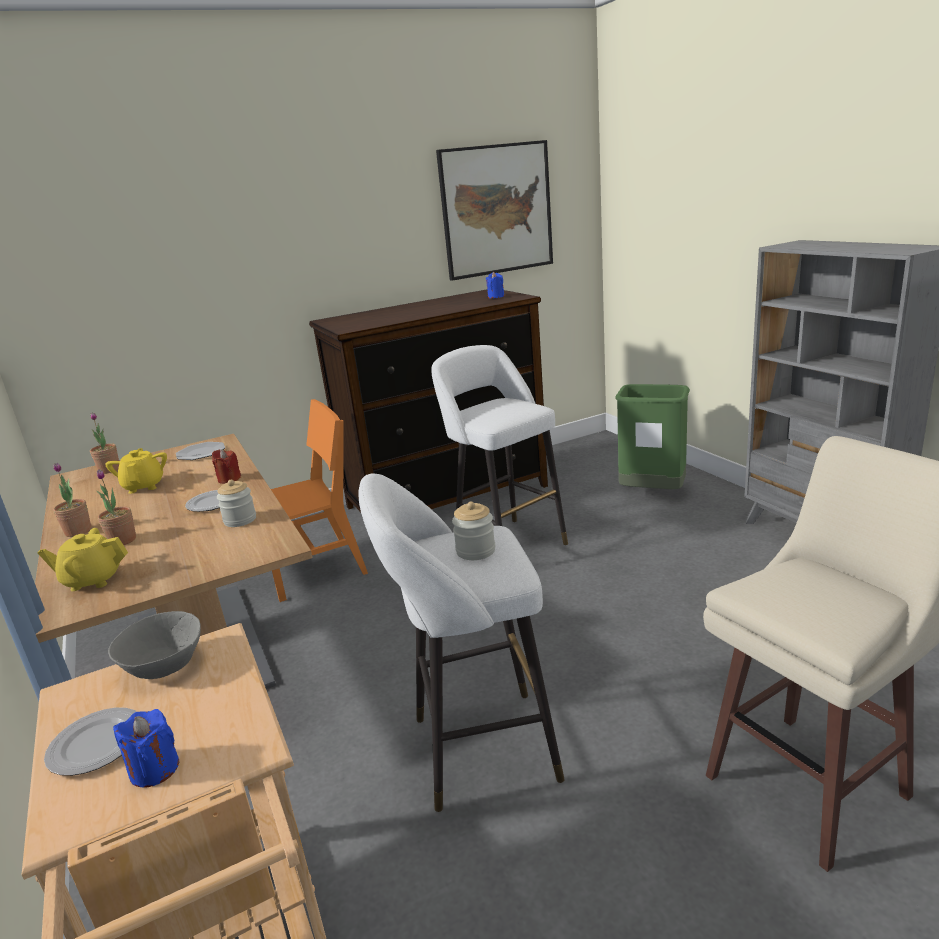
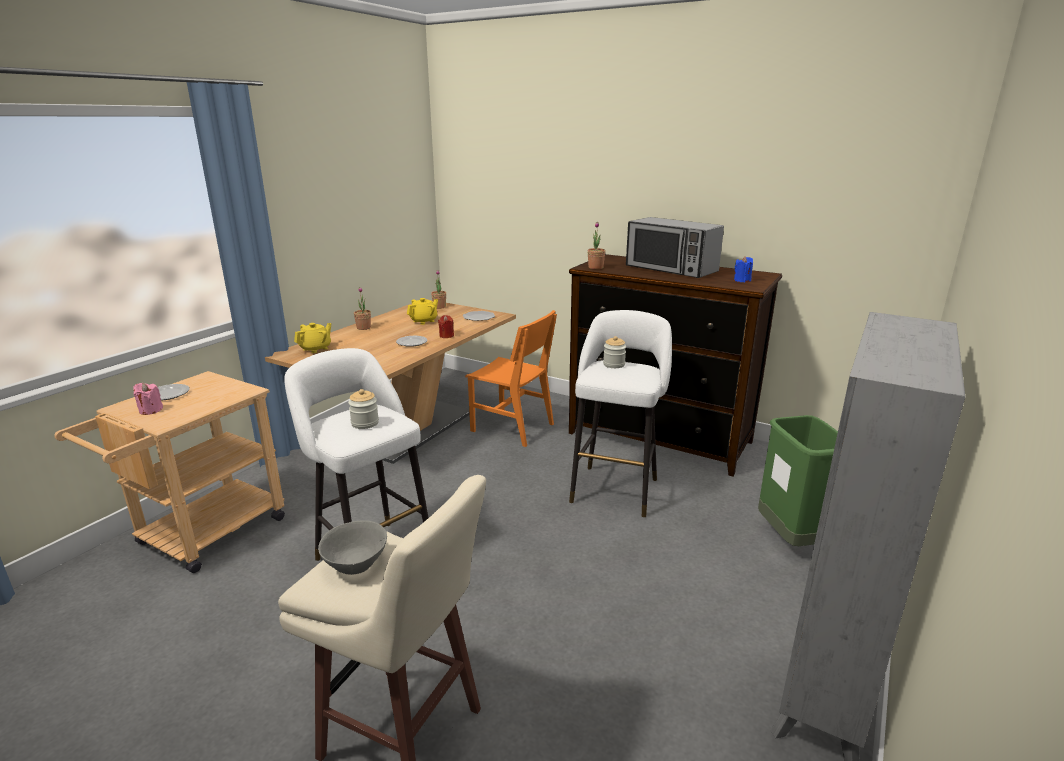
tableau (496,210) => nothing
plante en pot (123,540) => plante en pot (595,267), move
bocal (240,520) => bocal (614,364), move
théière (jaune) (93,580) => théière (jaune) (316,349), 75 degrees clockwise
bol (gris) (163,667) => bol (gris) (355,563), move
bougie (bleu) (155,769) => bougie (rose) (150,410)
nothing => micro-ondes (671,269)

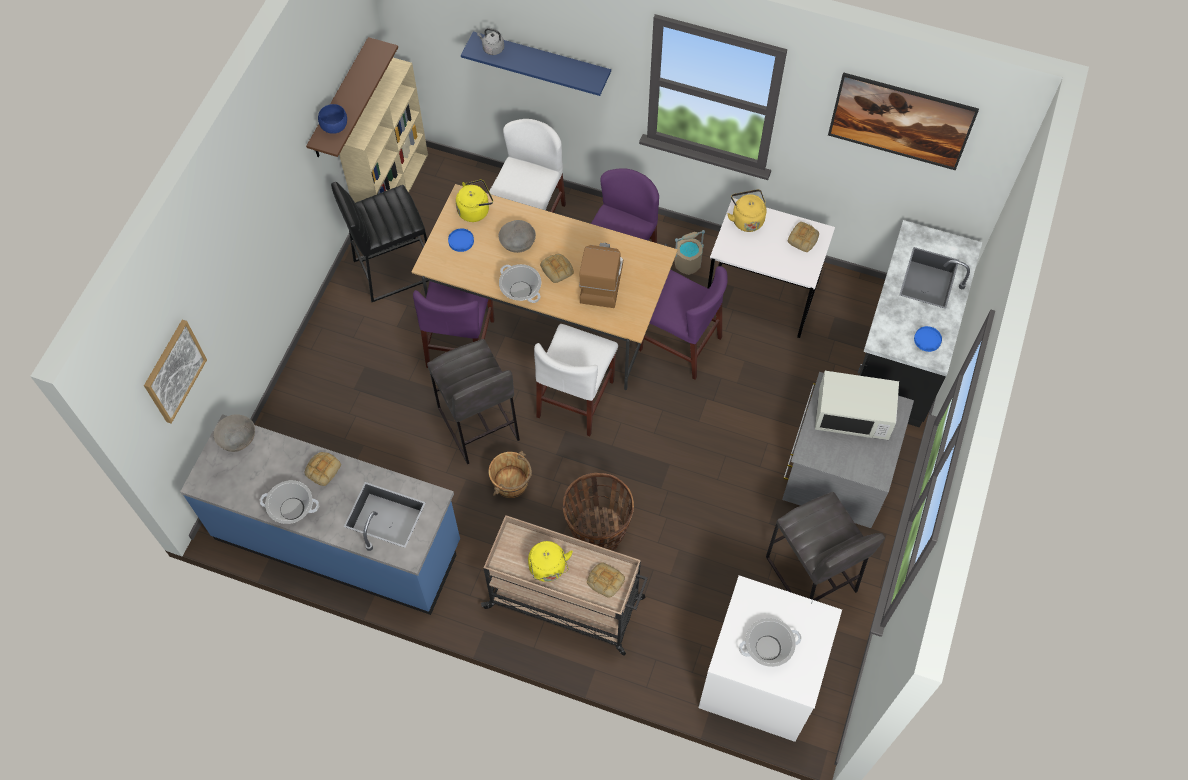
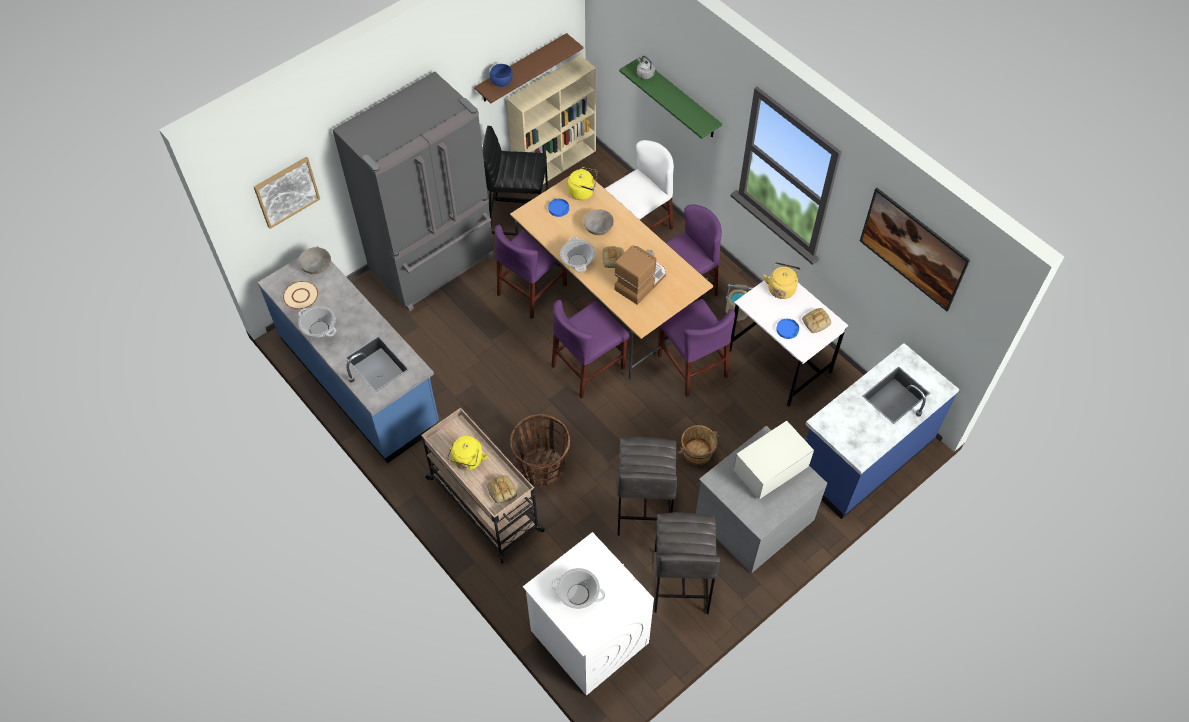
étagère (bleu) (542,61) => étagère (vert) (679,99)
comptoir de cuisine (noir) (900,354) => comptoir de cuisine (bleu) (862,457)
chaise (blanc) (575,398) => chaise (violet) (588,367)
assiette (bleu) (927,340) => assiette (bleu) (787,329), move
tabouret (gris) (477,425) => tabouret (gris) (643,508), move
micro-ondes (blanc) (853,415) => micro-ondes (blanc) (770,470), 105 degrees clockwise
seau (marron) (511,483) => seau (marron) (697,453), move
pain (323,469) => nothing
nothing => réfrigérateur (gris) (435,264)
nothing => assiette (beige) (300,296)

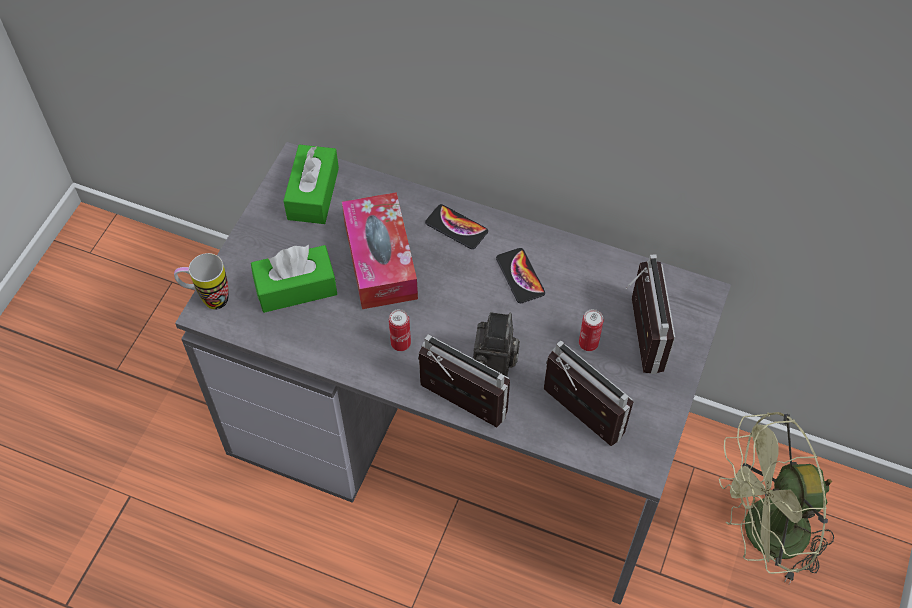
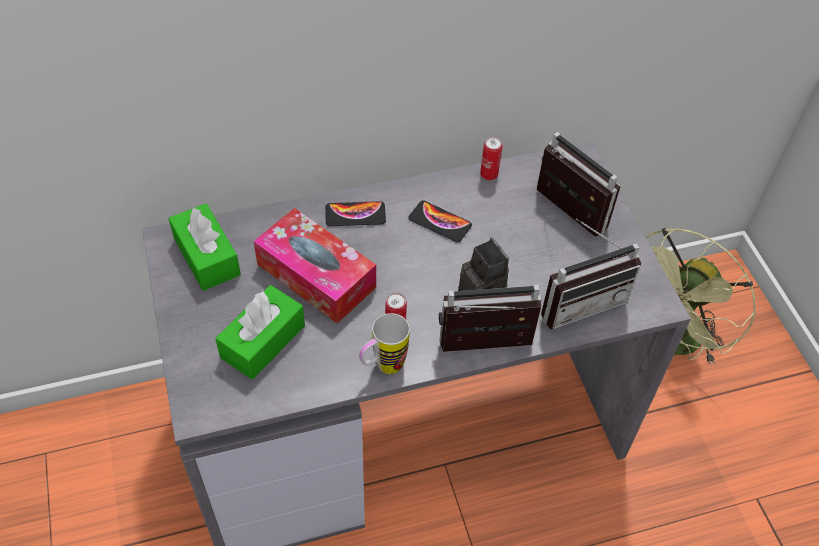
mug (207,299) => mug (382,367), move
boîte métallique (588,343) => boîte métallique (489,175), move
radio (574,418) => radio (579,300), 150 degrees clockwise

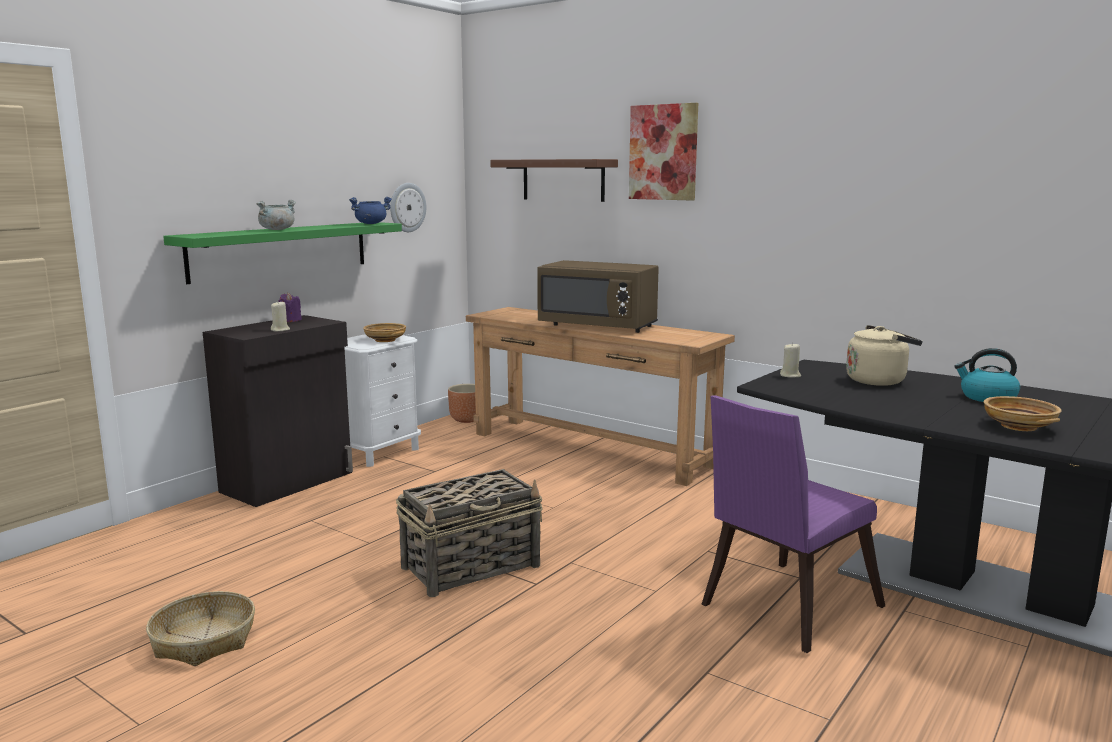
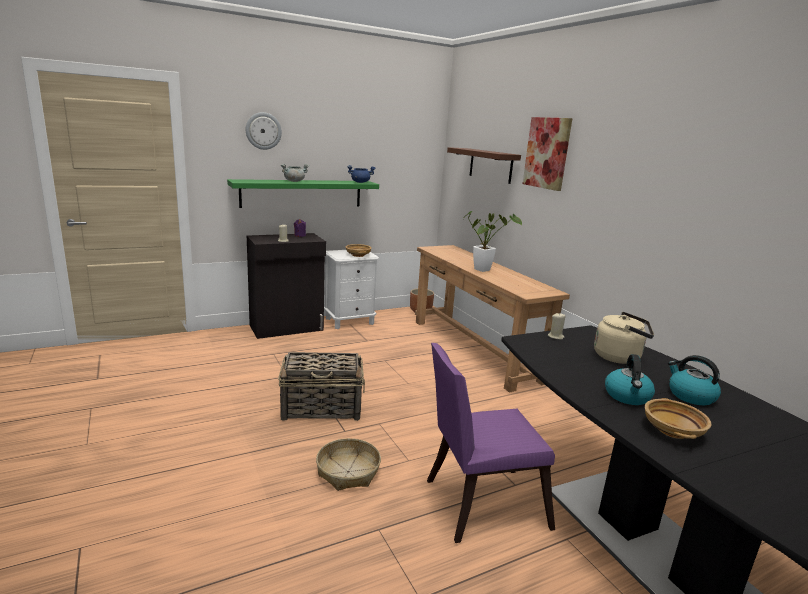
horloge murale (407,207) => horloge murale (263,131), move
micro-ondes (marron) (598,326) => plante en pot (484,269)
panier (203,640) => panier (348,471), move
nothing => bouilloire (627,396)

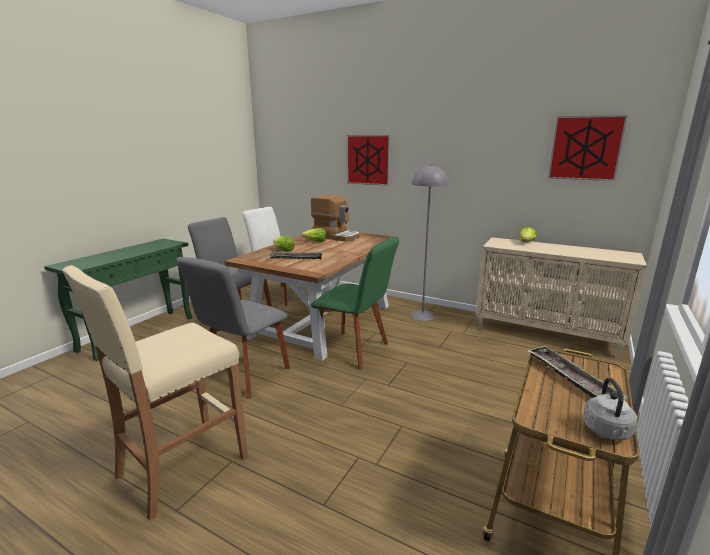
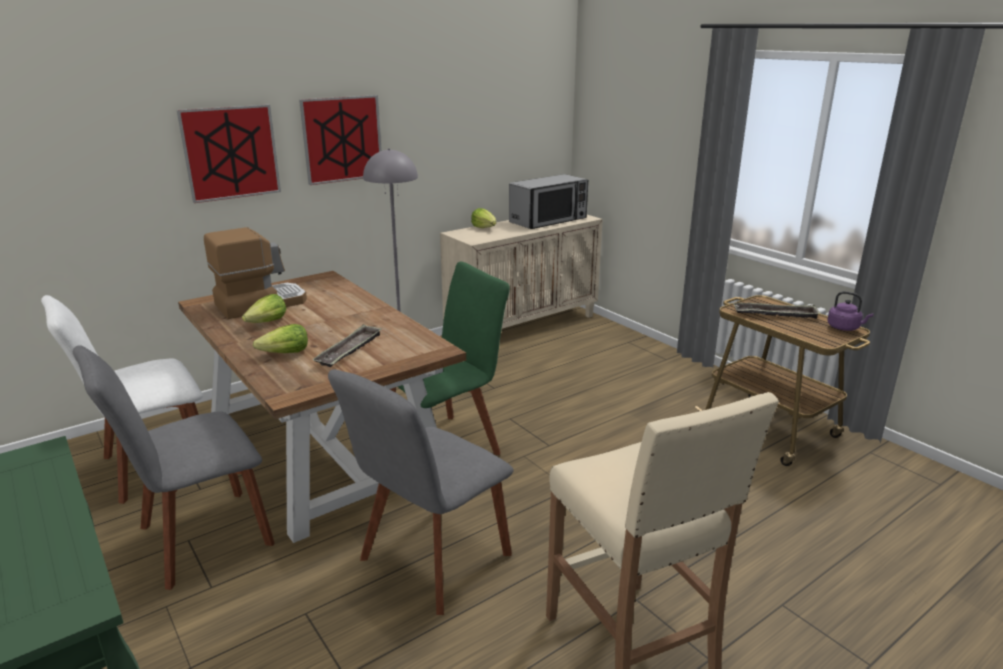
tableau (585,148) => tableau (342,139), move
chaise (gris) (243,375) => chaise (gris) (430,561), 75 degrees clockwise
bouilloire (gris) (607,432) => bouilloire (violet) (845,328)
nothing => micro-ondes (548,221)

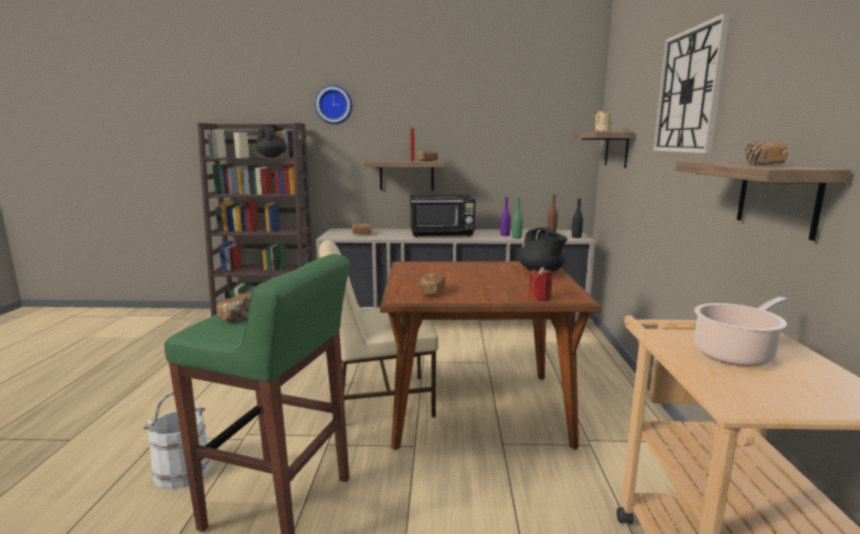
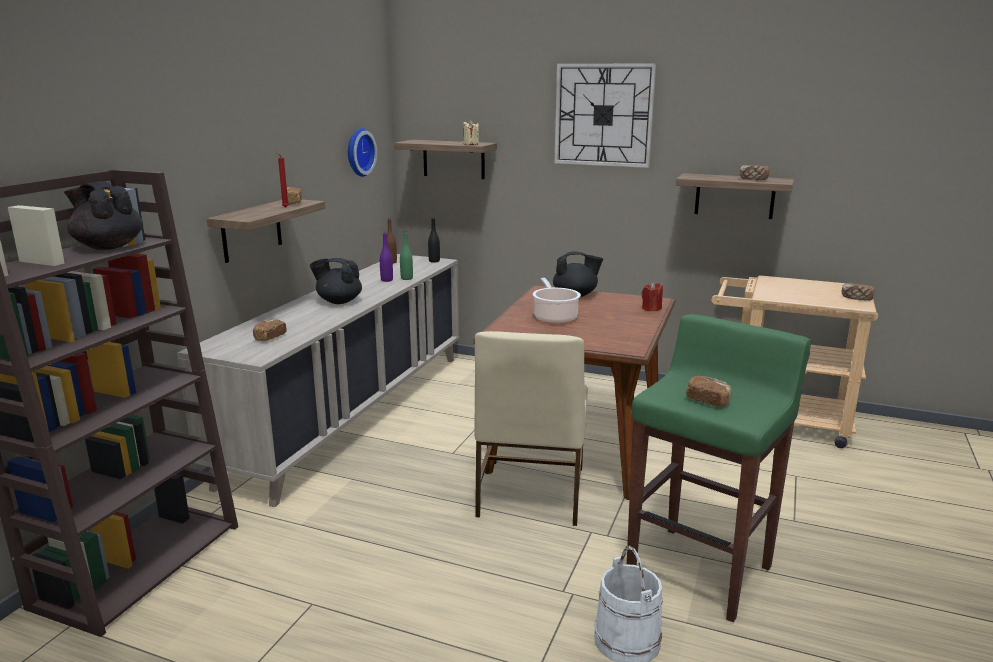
horloge murale (334,105) => horloge murale (358,152), move
micro-ondes (noir) (442,234) => théière (noir) (338,301)
pain (431,292) => pain (856,298), move
marmite (735,353) => marmite (554,317), move

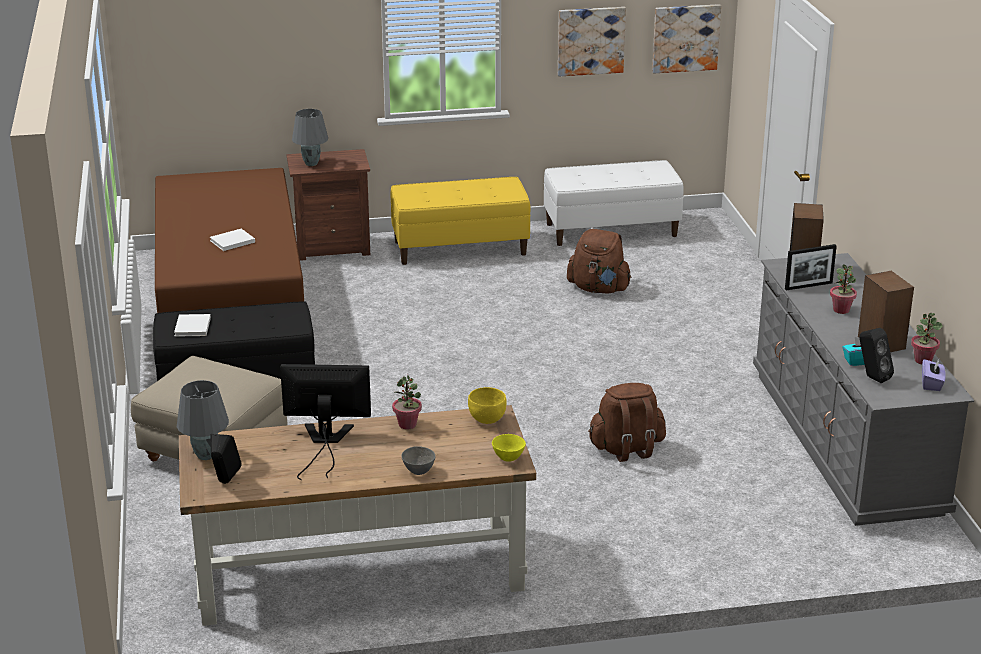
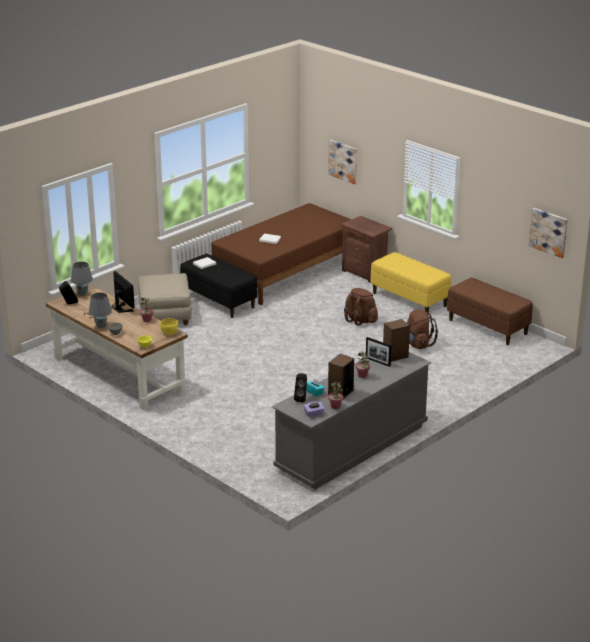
tableau (590,40) => tableau (343,161), move
lampe de table (gris) (311,163) => lampe de table (gris) (101,326), move
banc (blanc) (611,230) => banc (marron) (488,327)
sac à dos (marron) (627,449) => sac à dos (marron) (360,320), move

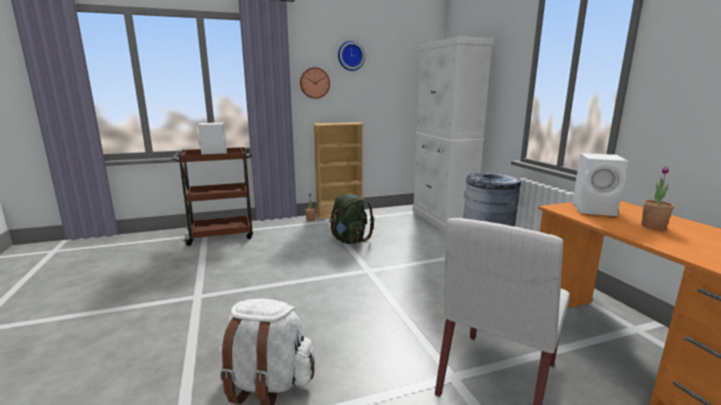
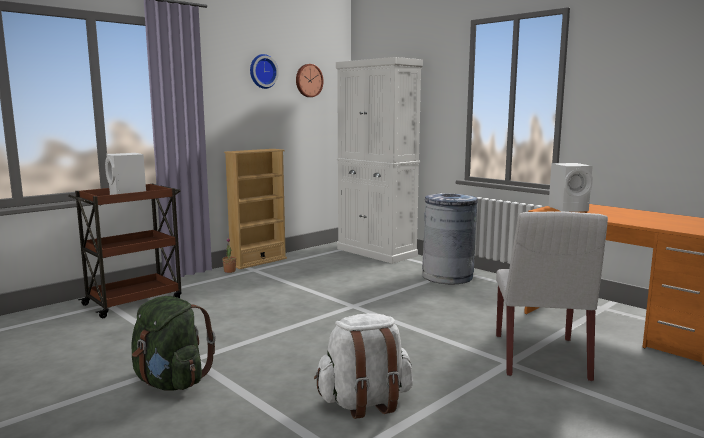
horloge murale (314,83) => horloge murale (308,80), move
plante en pot (653,226) => nothing
sac à dos (vert) (349,240) => sac à dos (vert) (171,382), move

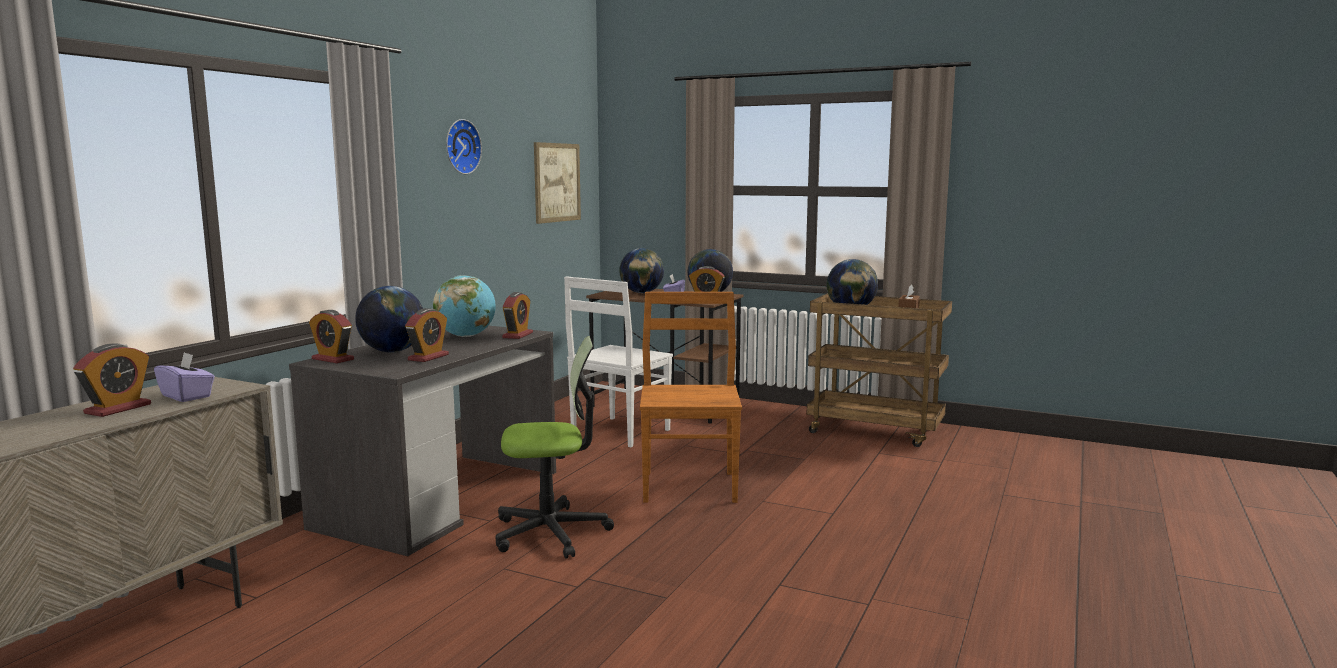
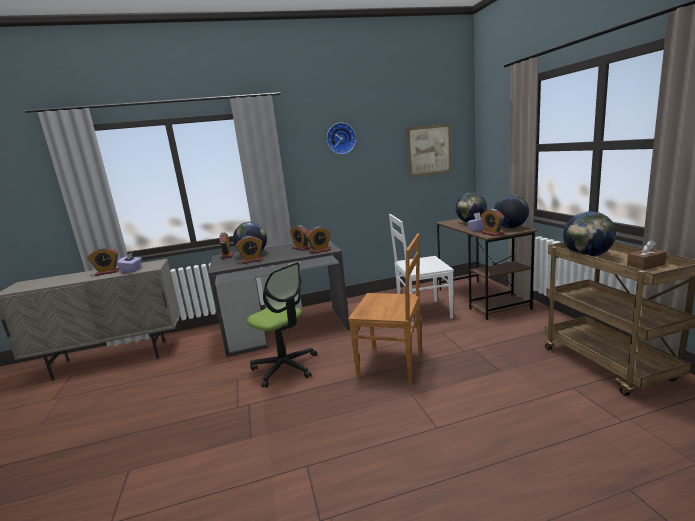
globe (466,336) => réveil (301,248)
chaise (marron) (689,485) => chaise (marron) (392,364), 60 degrees clockwise

